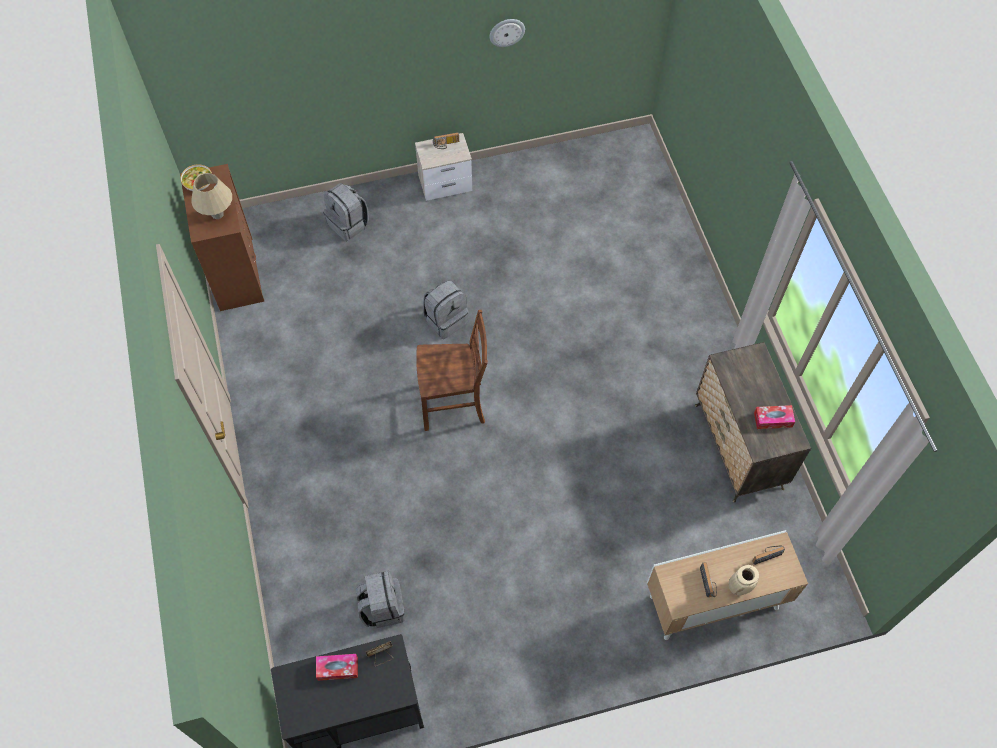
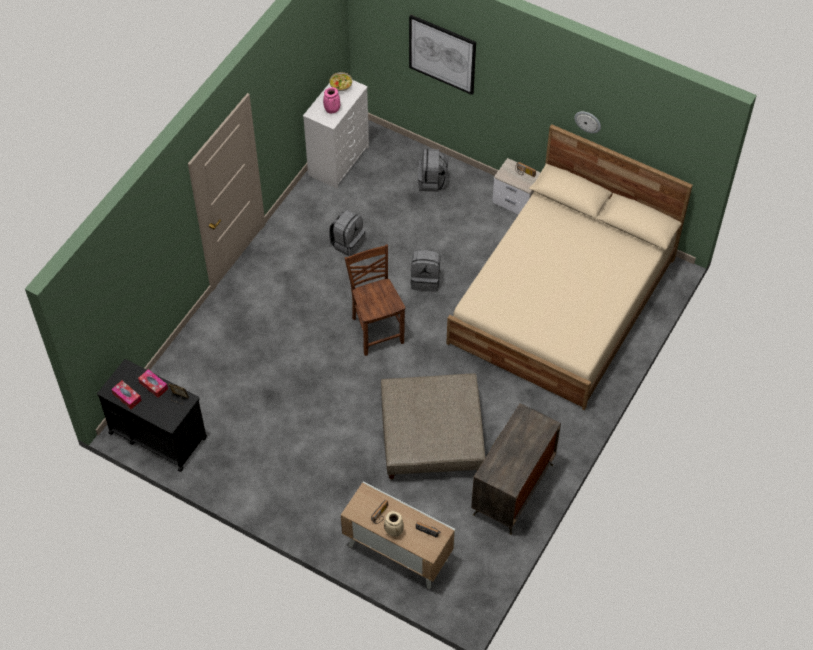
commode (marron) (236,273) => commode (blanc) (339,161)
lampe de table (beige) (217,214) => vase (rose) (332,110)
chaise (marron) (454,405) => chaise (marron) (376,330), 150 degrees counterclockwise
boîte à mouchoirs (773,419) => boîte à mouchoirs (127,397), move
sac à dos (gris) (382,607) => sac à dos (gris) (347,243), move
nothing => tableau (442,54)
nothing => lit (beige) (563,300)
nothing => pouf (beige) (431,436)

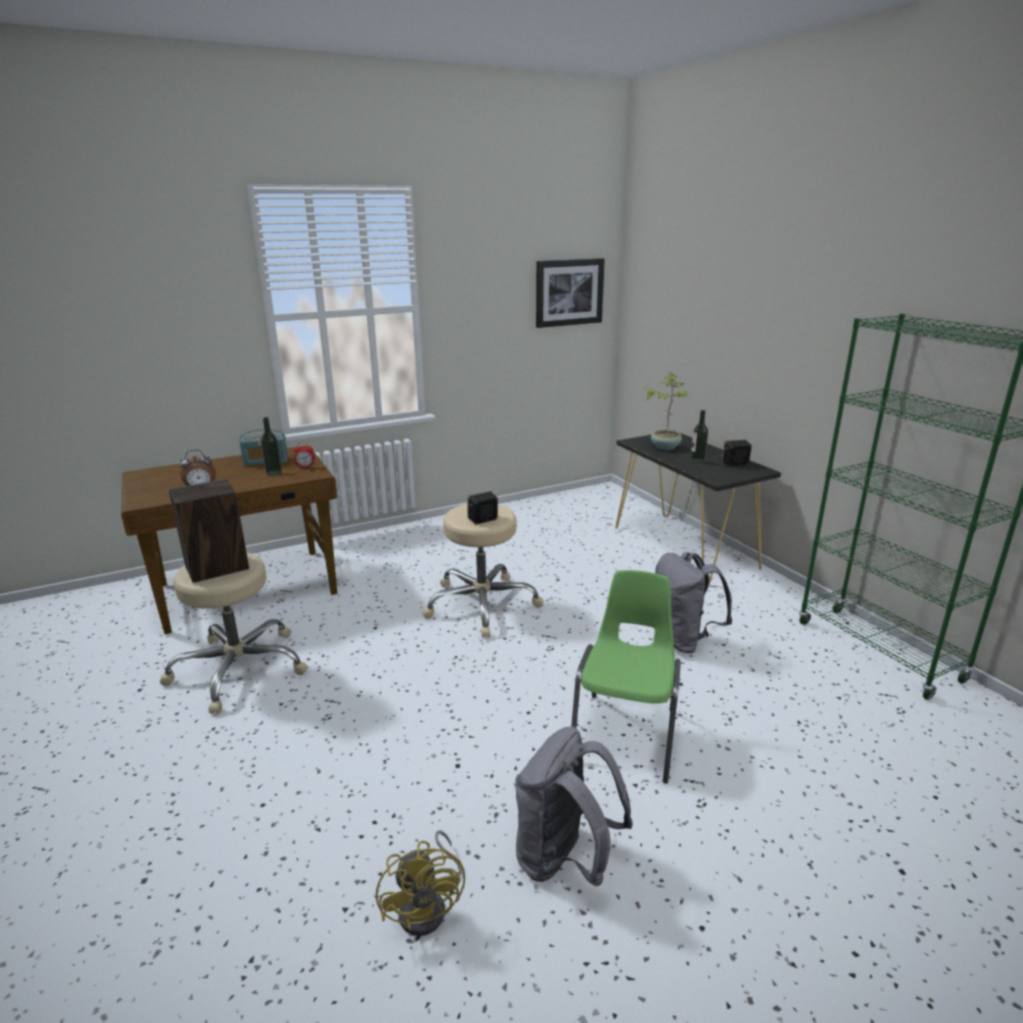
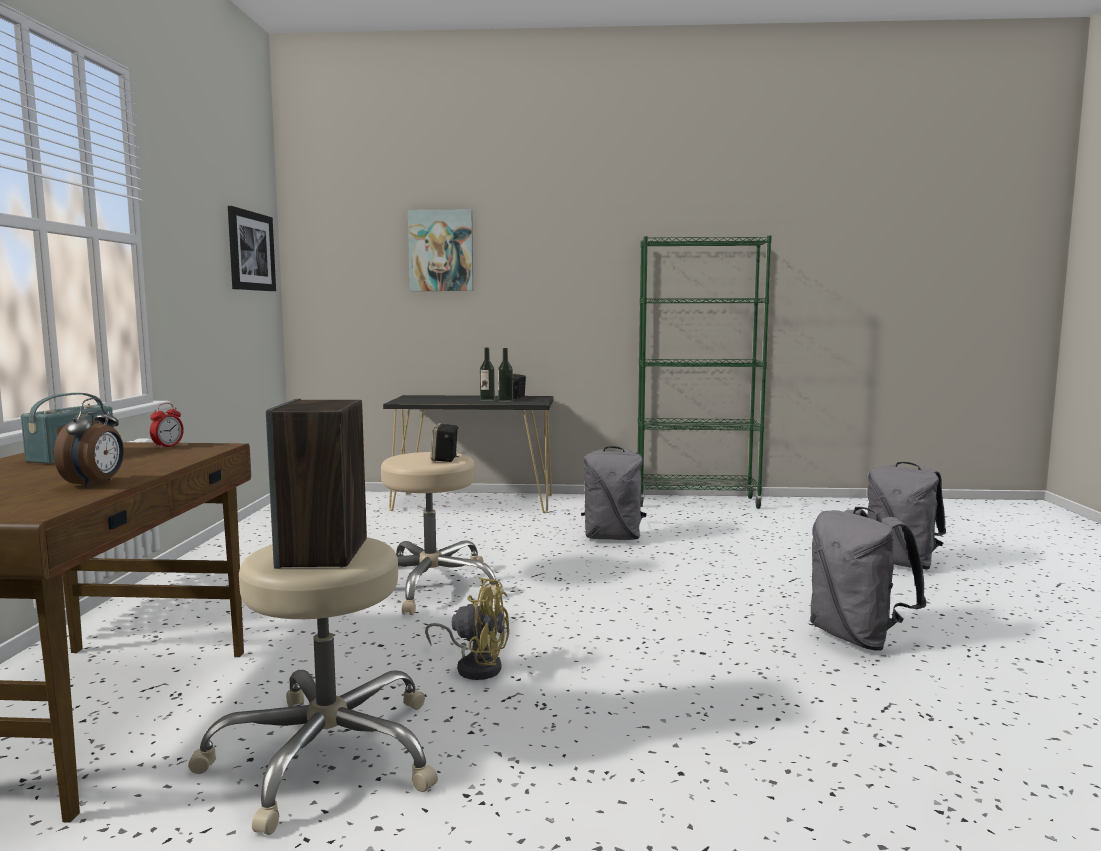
plante en pot (665,447) => nothing
bouteille (274,473) => bouteille (505,401), move
chaise (vert) (626,734) => nothing
ventilateur (jaune) (429,906) => ventilateur (jaune) (475,666), move
nothing => tableau (441,251)
nothing => sac à dos (gris) (901,563)

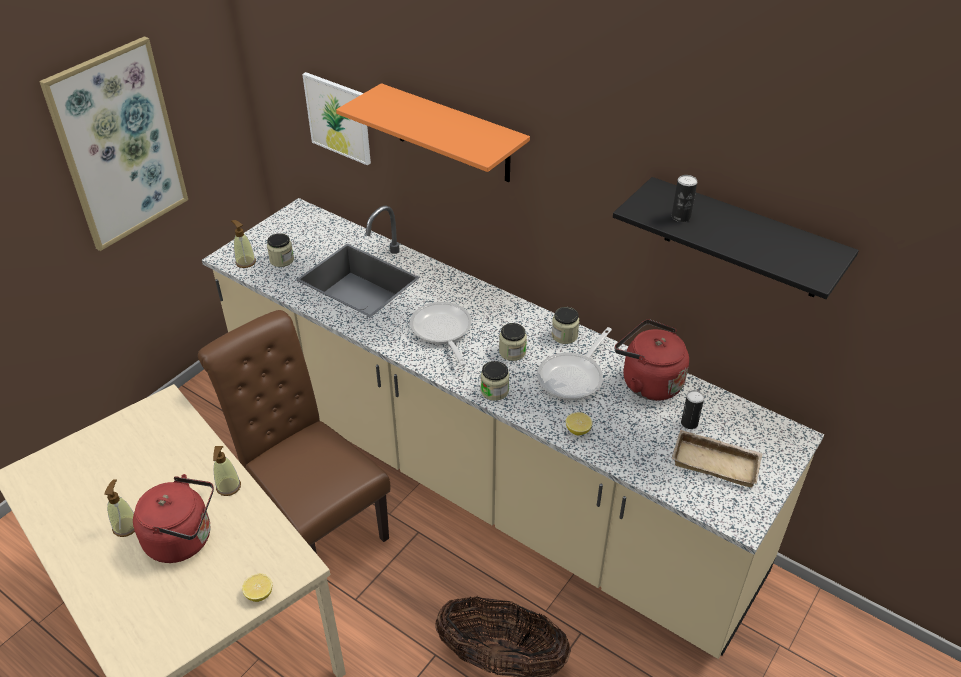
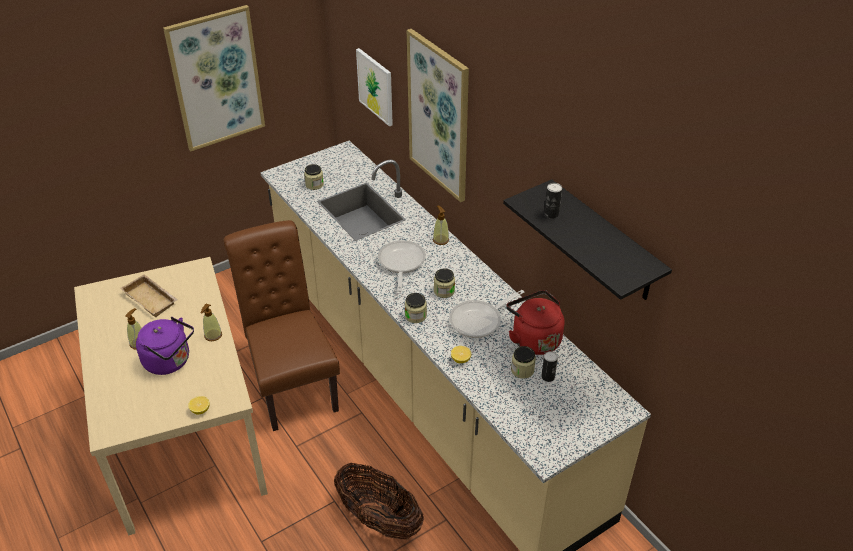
étagère (orange) (453,134) => tableau (439,116)
distributeur de savon (245,262) => distributeur de savon (440,240), move
bocal (564,335) => bocal (522,370), move
plateau (beige) (716,462) => plateau (beige) (152,298), move
bouilloire (rouge) (184,539) => bouilloire (violet) (170,361)

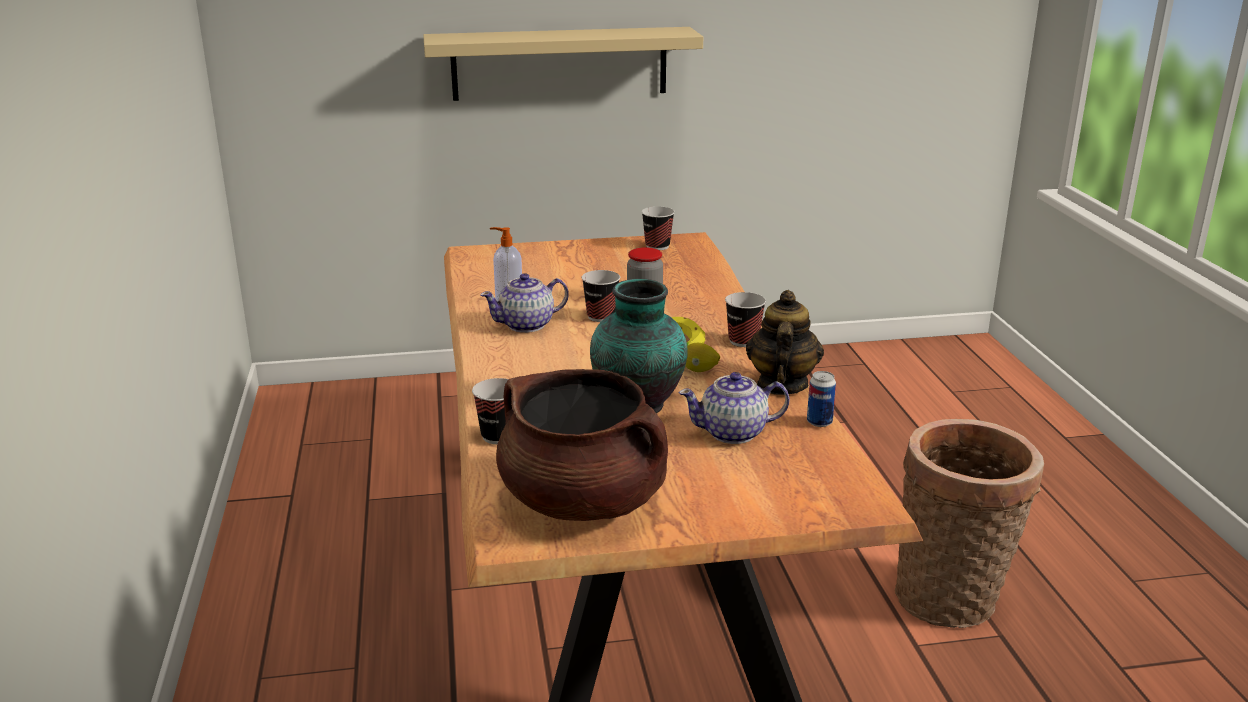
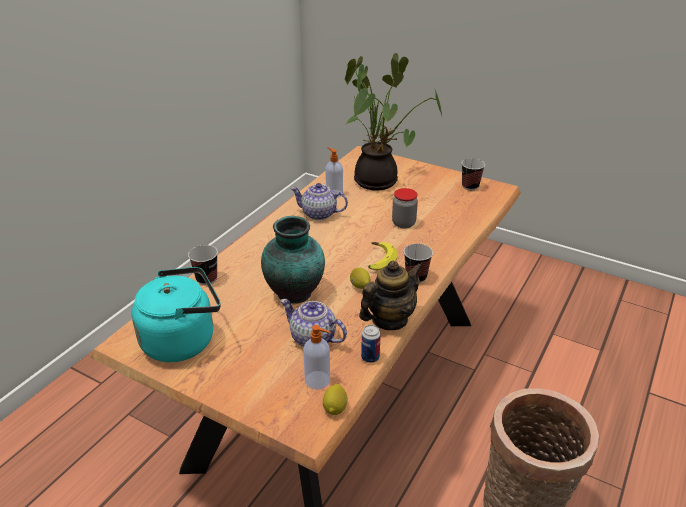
étagère (beige) (559,63) => nothing
tasse (601,317) => nothing
marmite (marron) (584,501) => bouilloire (turquoise) (183,340)
nothing => plante en pot (379,181)
nothing => distributeur de savon (318,380)
nothing => citron (335,408)

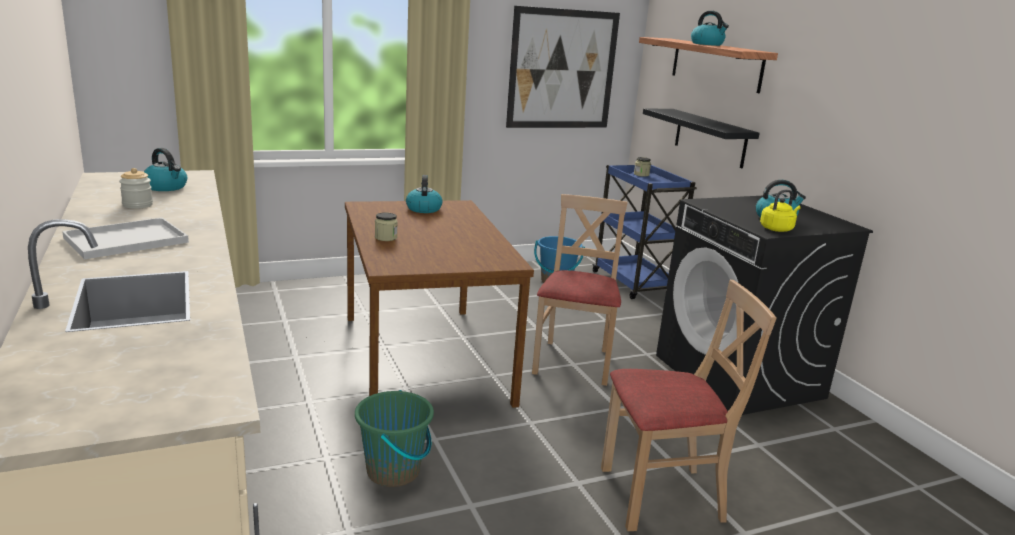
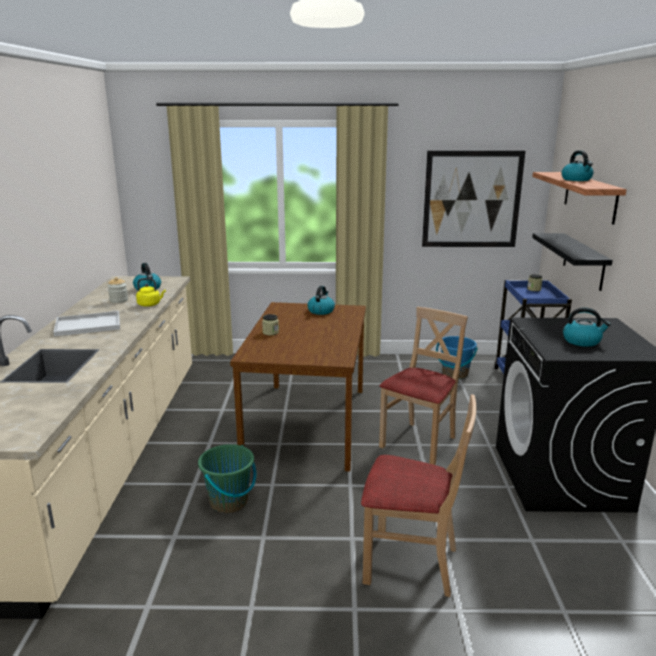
bouilloire (jaune) (777,229) => bouilloire (jaune) (150,304), move

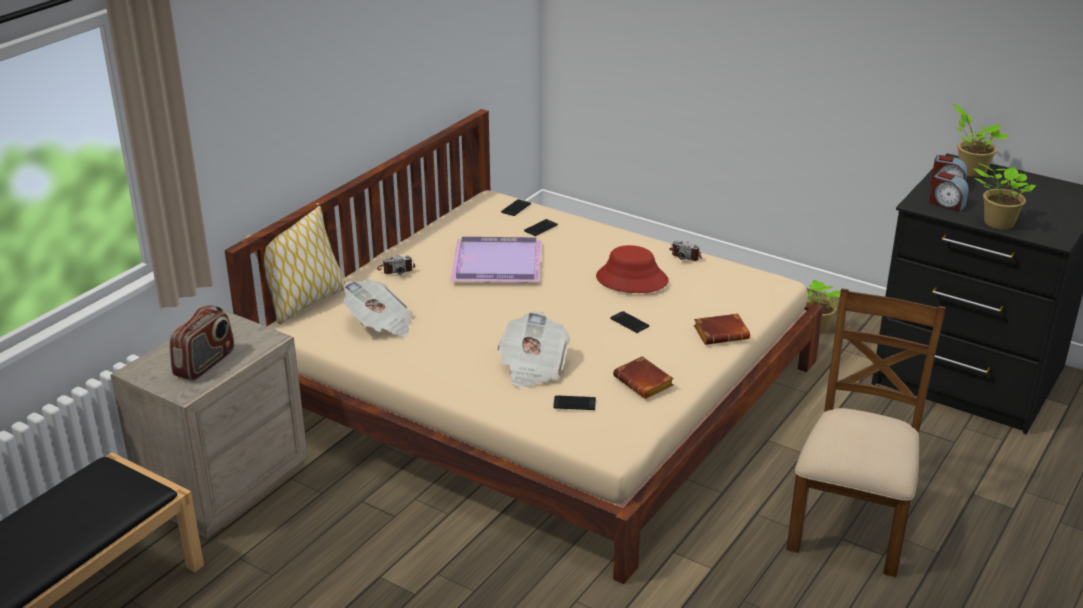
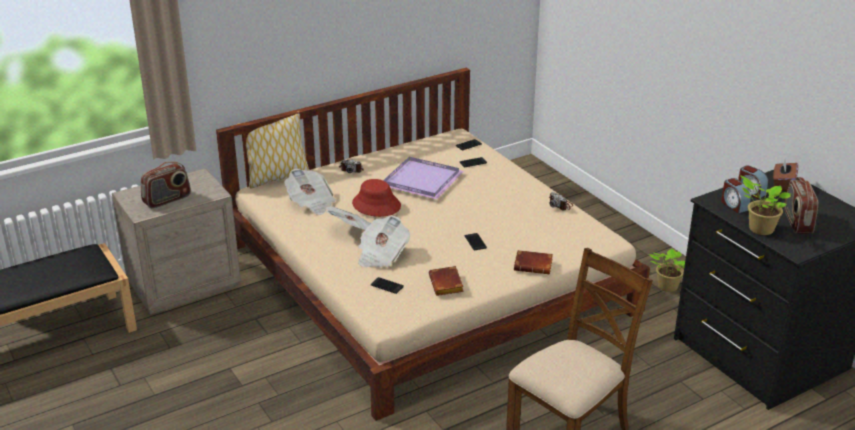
plante en pot (970,171) => boîte à mouchoirs (marron) (783,184)
chapeau (rouge) (631,279) => chapeau (rouge) (376,205), move
nothing => radio (797,222)
nothing => journal (353,231)

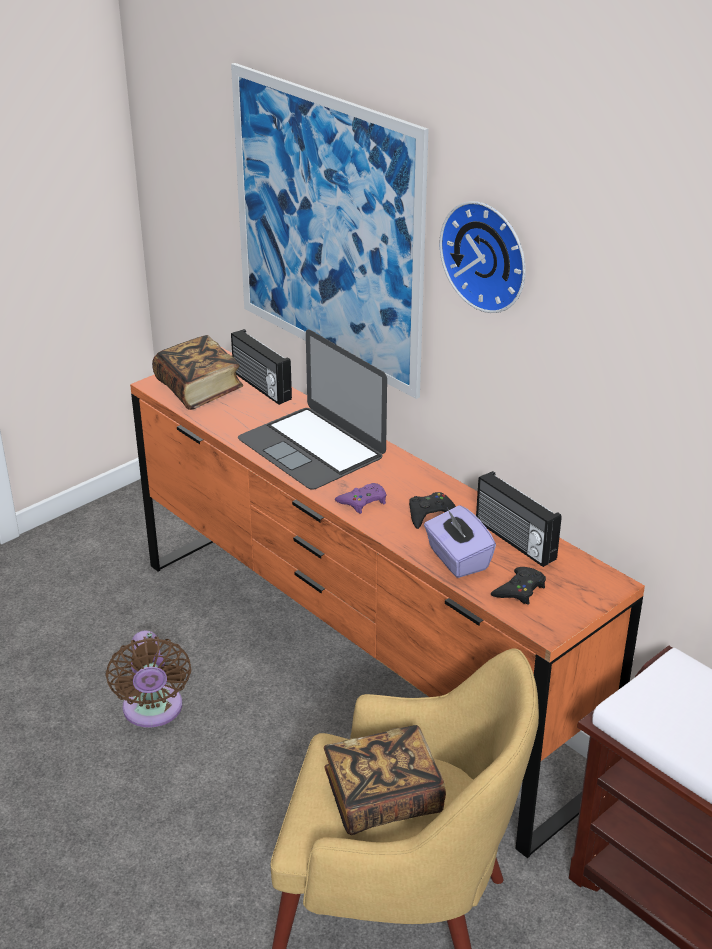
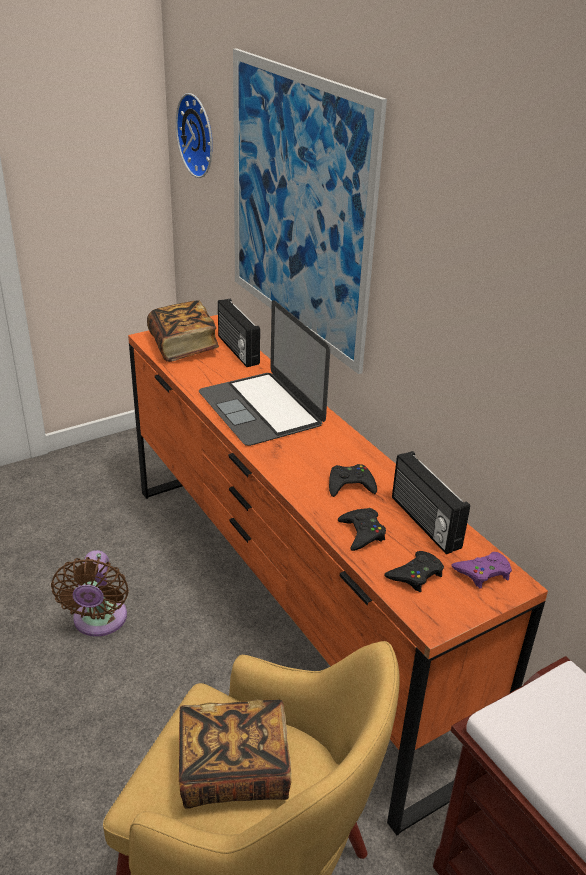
horloge murale (488,255) => horloge murale (199,135), move
manette (violet) (363,501) => manette (violet) (483,572), move
boîte à mouchoirs (violet) (457,559) => manette (noir) (362,533)

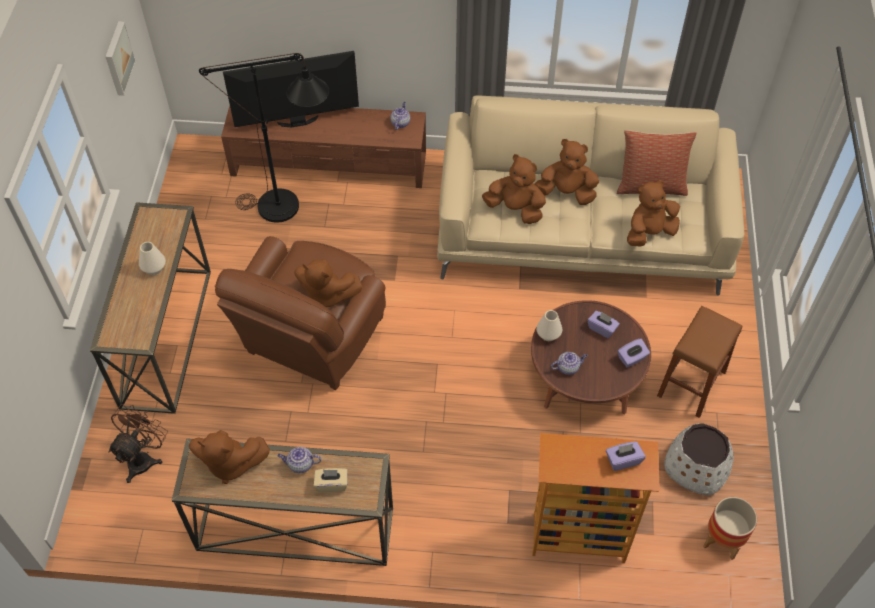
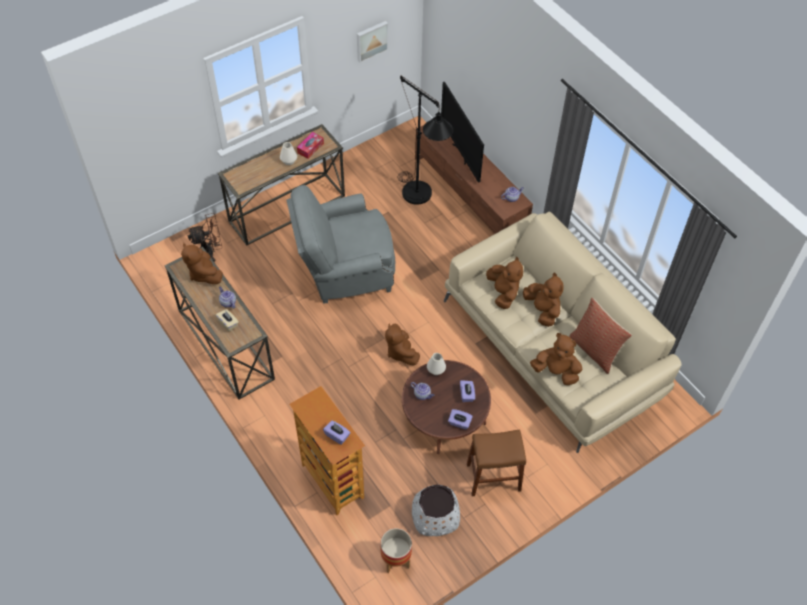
téléviseur (298,122) => téléviseur (461,153), 150 degrees counterclockwise
fauteuil (marron) (312,340) => fauteuil (gris) (344,270)
peluche (marron) (327,295) => peluche (marron) (400,352), move
nothing => boîte à mouchoirs (310,148)

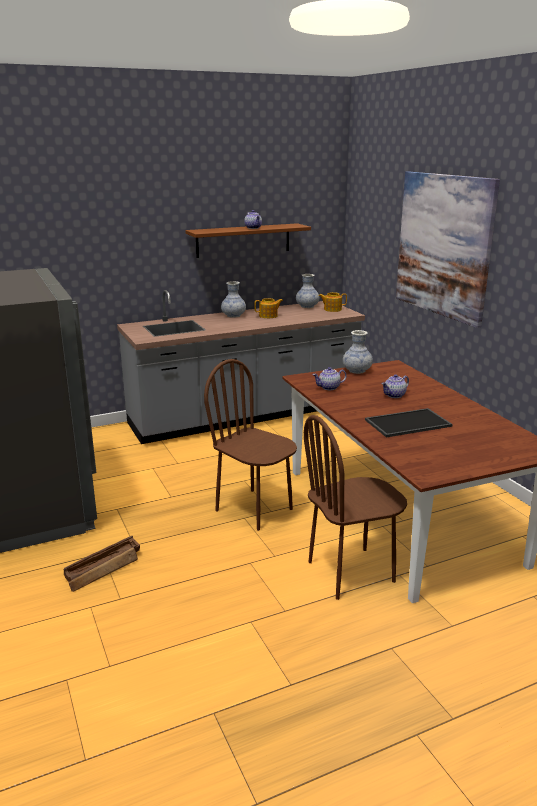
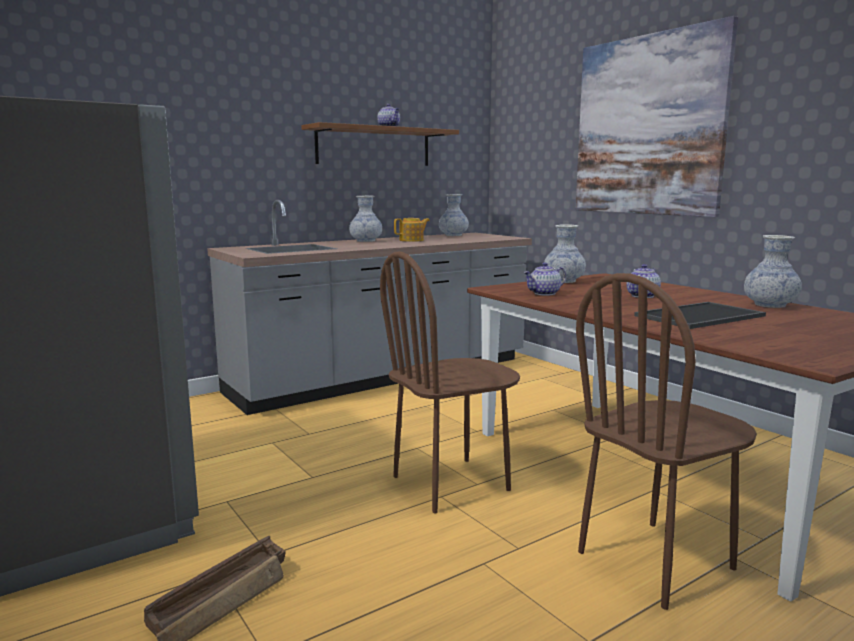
théière (332,309) => nothing
chaise (marron) (254,509) => chaise (marron) (451,483), 60 degrees counterclockwise
nothing => vase (770,305)

